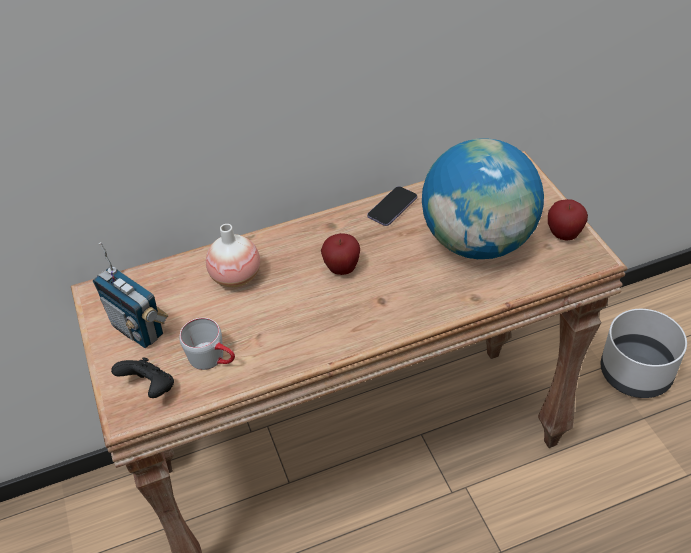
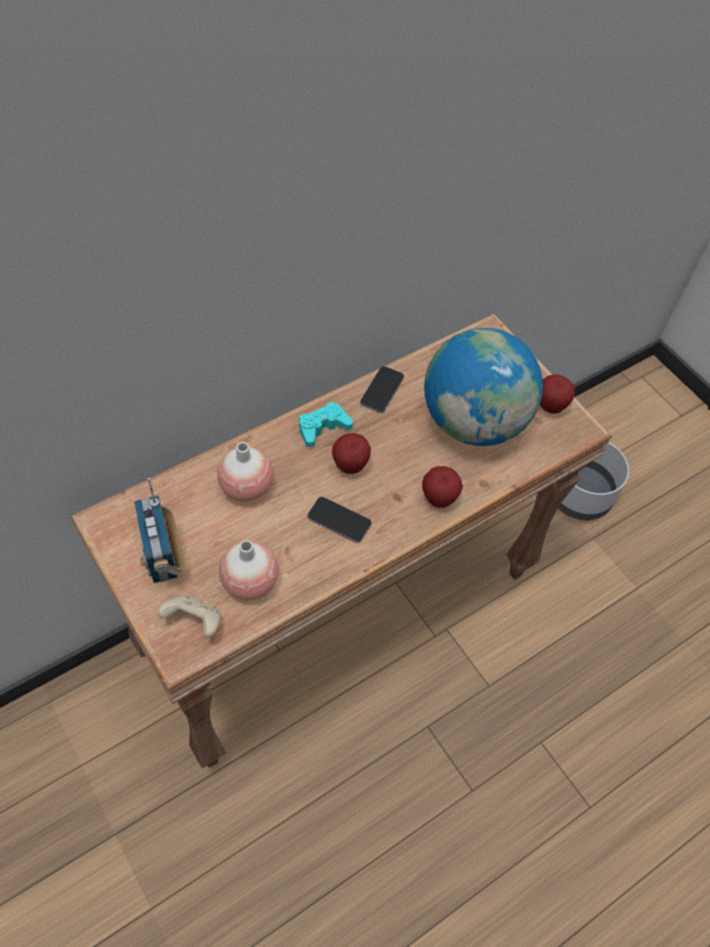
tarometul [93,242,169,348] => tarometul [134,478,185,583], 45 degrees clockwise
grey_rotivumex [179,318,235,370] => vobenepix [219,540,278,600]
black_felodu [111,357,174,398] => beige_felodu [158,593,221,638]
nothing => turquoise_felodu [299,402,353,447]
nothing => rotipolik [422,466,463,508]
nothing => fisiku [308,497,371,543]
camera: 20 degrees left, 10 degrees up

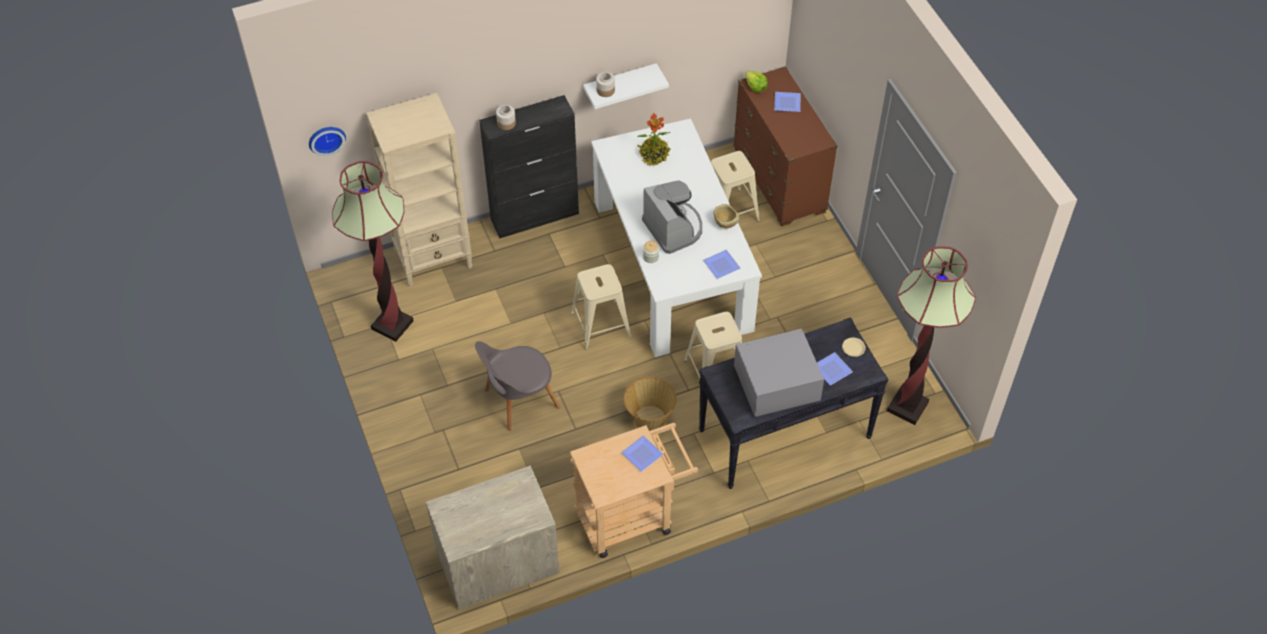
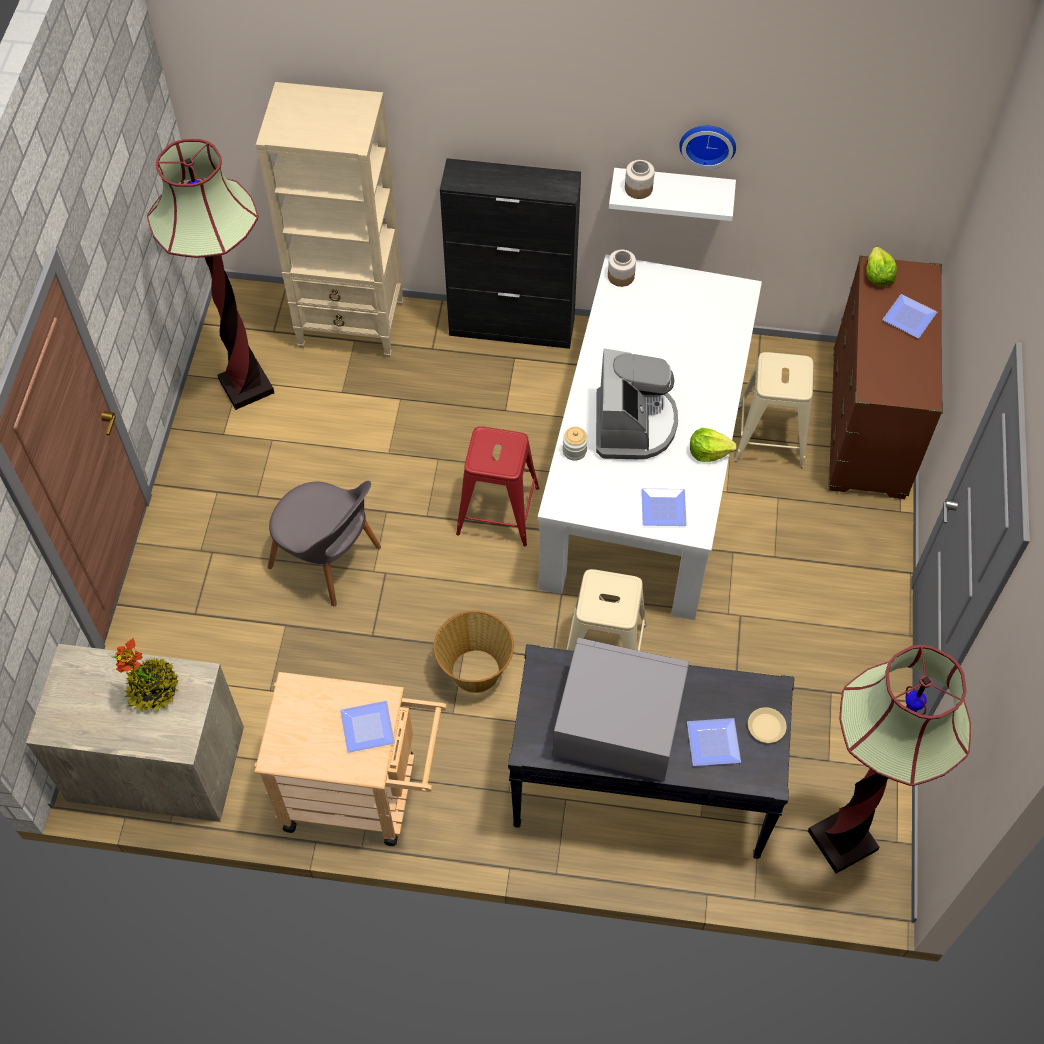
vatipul [496,105,516,130] => vatipul [608,250,636,287], shifted
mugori [637,112,671,166] => mugori [113,638,179,712], shifted
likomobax [309,127,346,156] => likomobax [679,126,736,169], shifted
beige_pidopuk [713,204,739,228] => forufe [690,428,737,462]
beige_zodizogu [571,264,631,350] => red_zodizogu [456,426,539,546]
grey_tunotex [475,341,560,431] => grey_tunotex [268,481,381,606], 150 degrees counterclockwise
camera: 30 degrees right, 5 degrees up

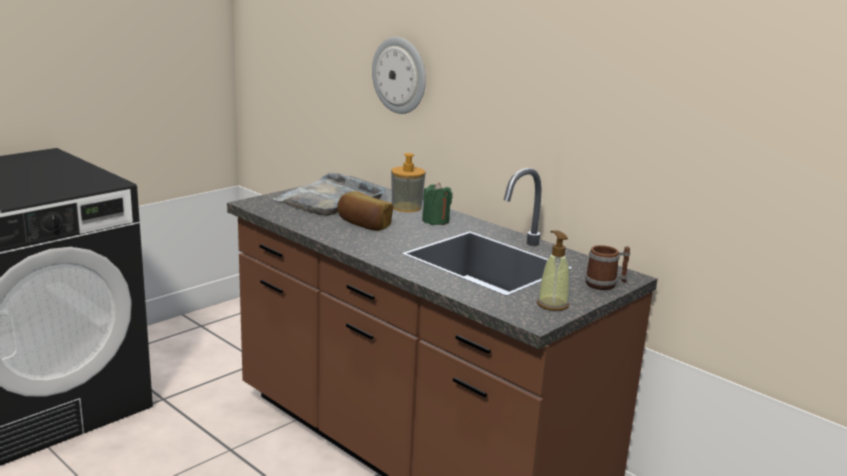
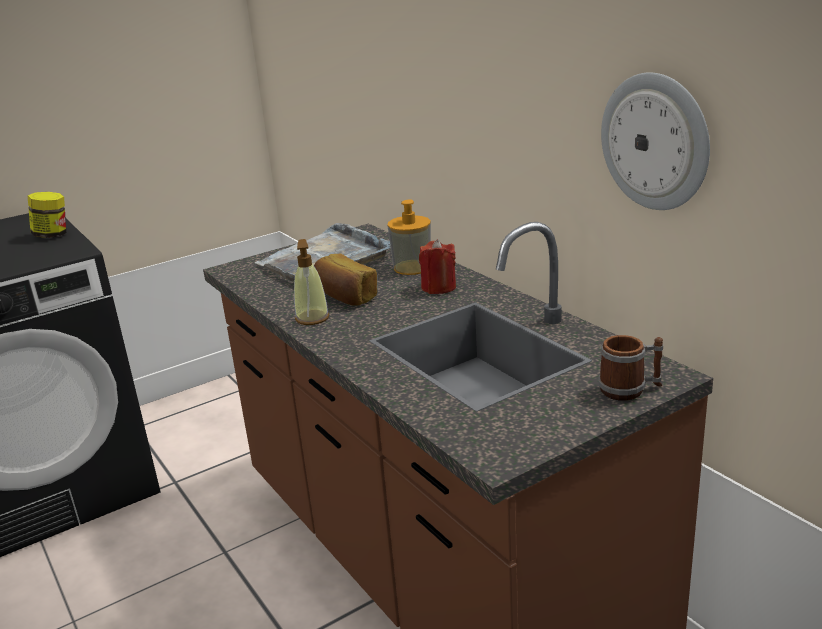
likomobax [372,37,426,114] => likomobax [601,72,710,210], shifted
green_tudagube [422,182,453,225] => red_tudagube [419,239,456,294]
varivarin [537,231,570,311] => varivarin [294,239,329,325], shifted
nothing => vatipul [28,192,66,238]
camera: 15 degrees right, 5 degrees up

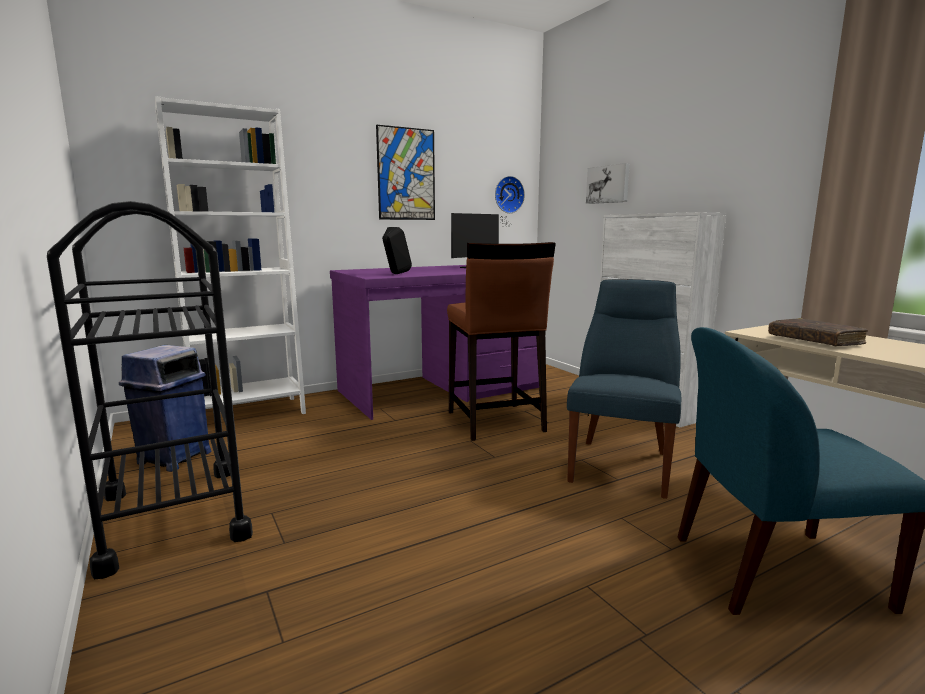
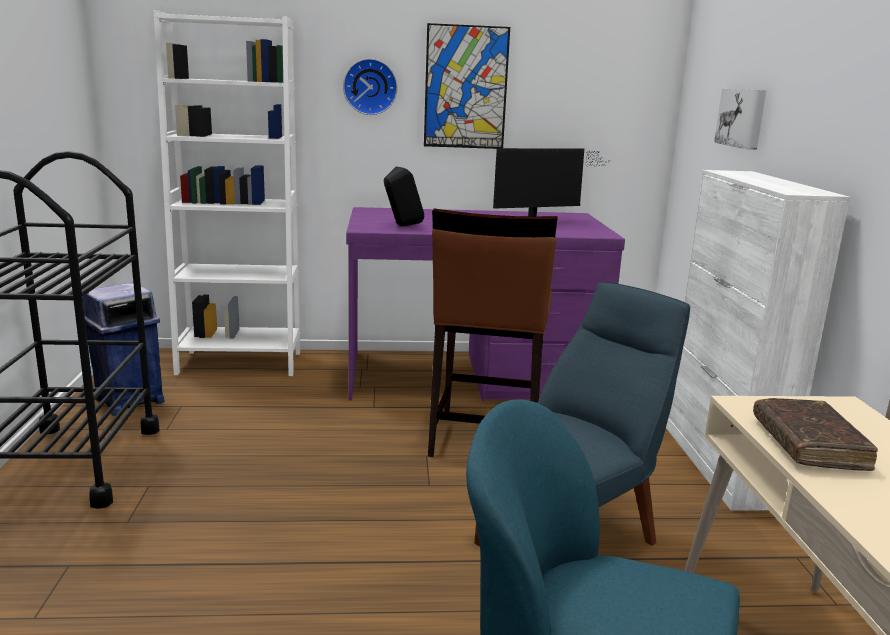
likomobax [495,176,525,213] => likomobax [343,58,397,115], shifted
camera: 25 degrees right, 5 degrees up

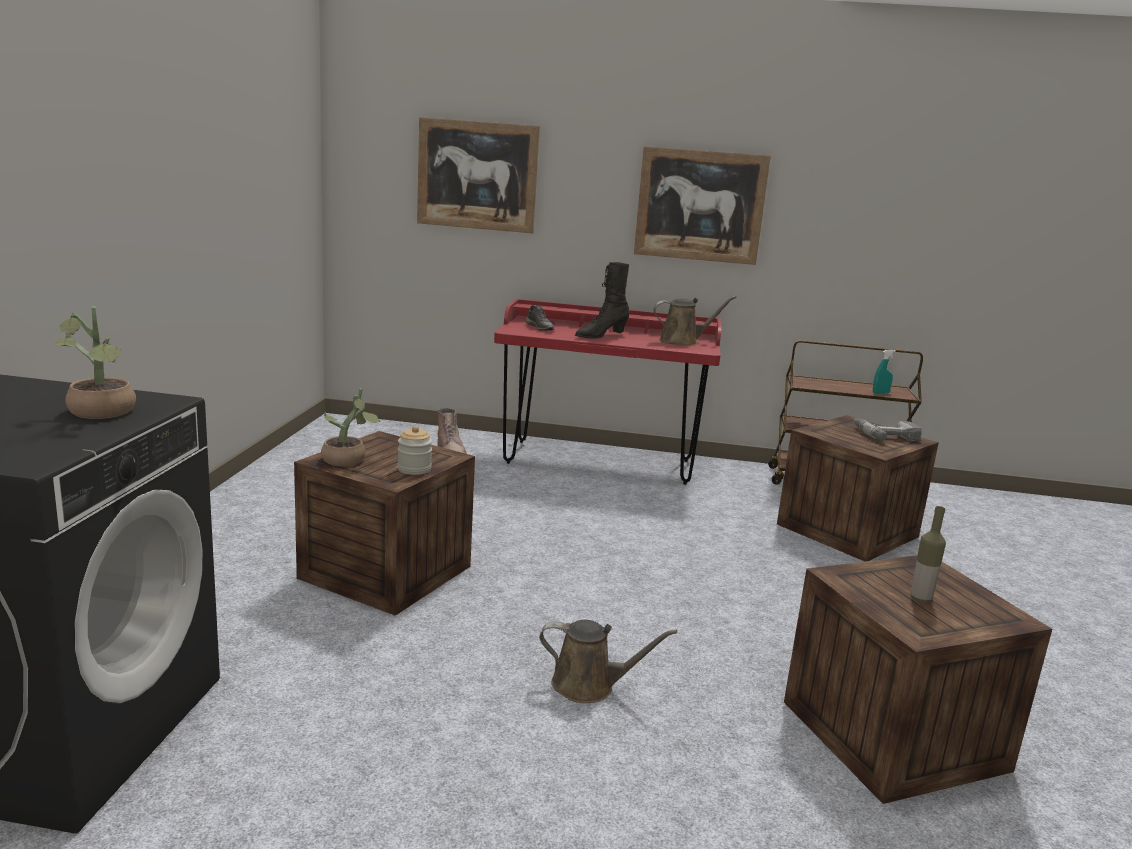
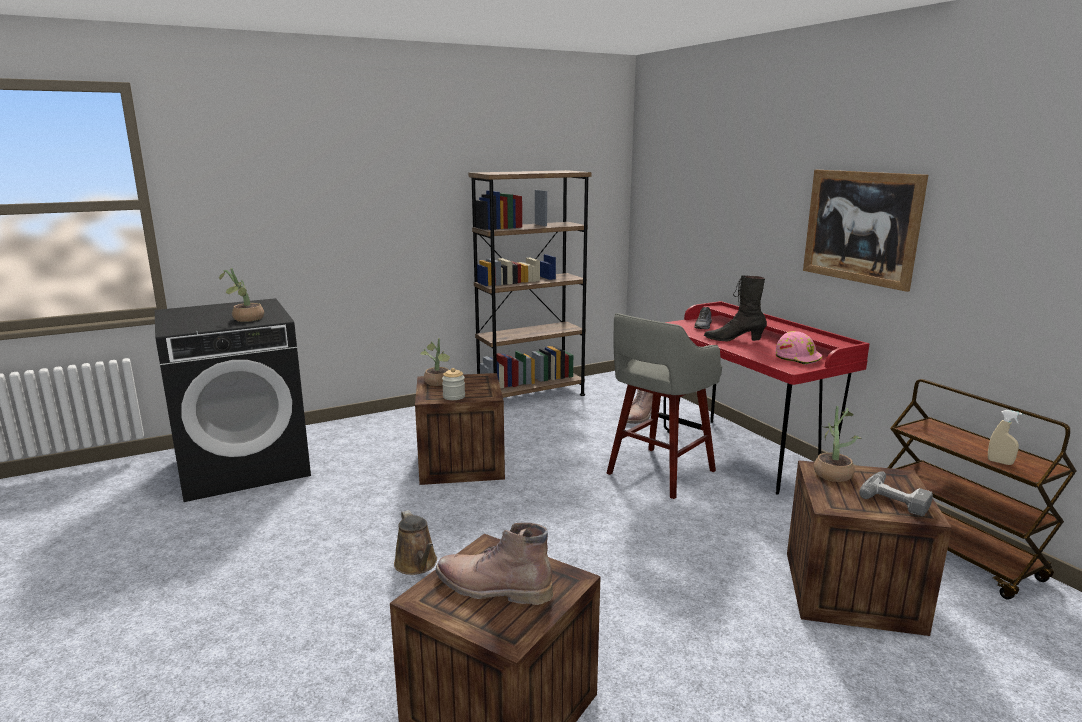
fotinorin [417,117,540,233] => nothing
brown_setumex [654,296,737,346] => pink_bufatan [775,331,823,365]
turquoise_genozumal [873,350,896,394] => beige_genozumal [988,410,1022,465]
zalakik [911,506,946,603] => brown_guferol [436,523,553,605]
nothing => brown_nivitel [469,170,592,398]
nothing => grey_zodizogu [607,313,722,499]
nothing => mugori [814,406,862,482]
camera: 55 degrees right, 0 degrees up

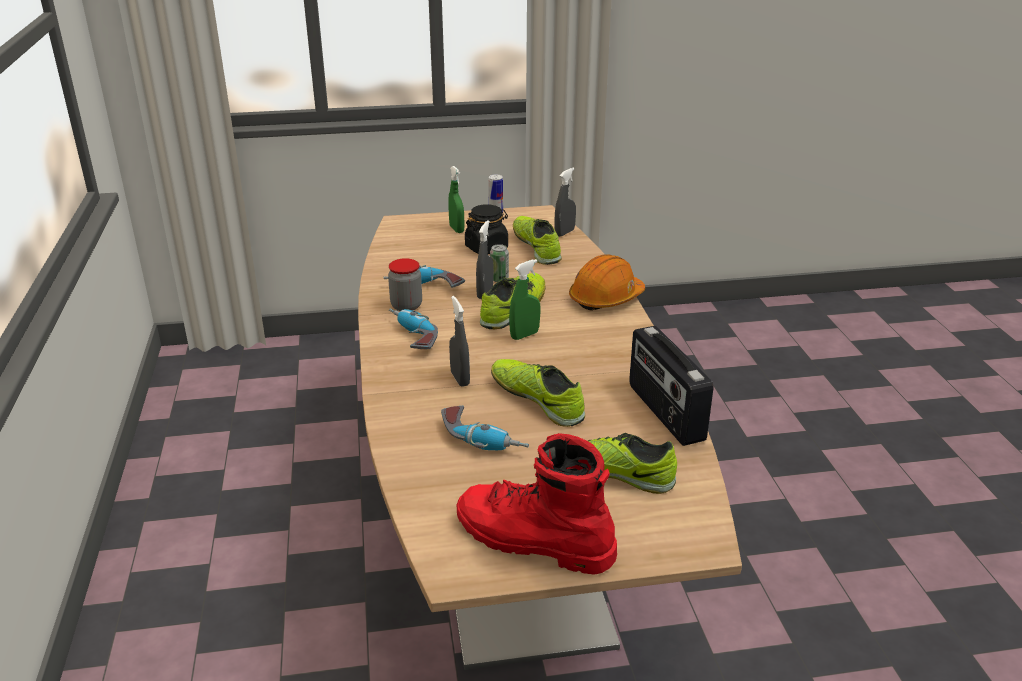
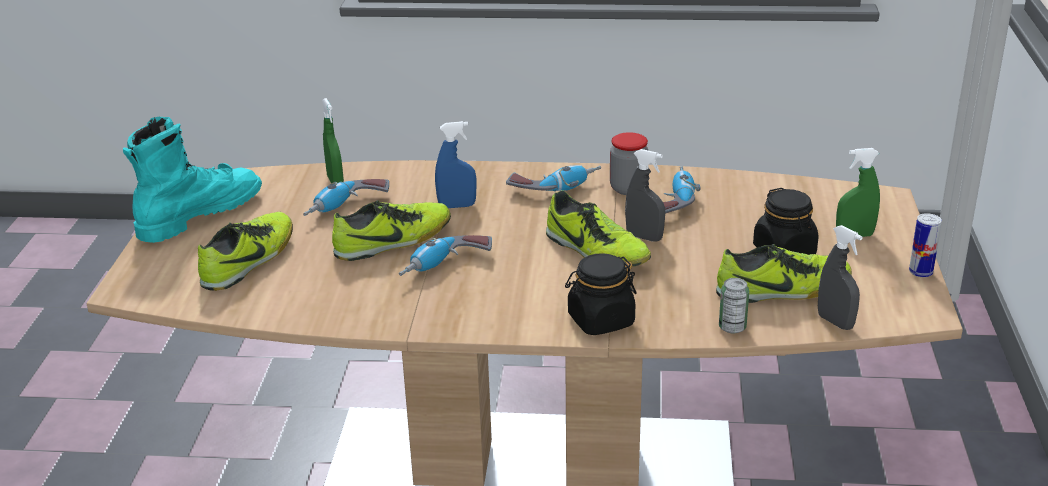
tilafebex [490,244,509,282] => tilafebex [719,278,749,334], shifted
orange_bufatan [569,254,645,311] => black_vatipul [565,253,637,335]
green_genozumal [509,259,540,340] => green_genozumal [322,98,344,183], shifted
grey_genozumal [449,296,470,387] => blue_genozumal [435,121,476,208]
tarometul [629,326,713,446] => nothing
red_guferol [457,433,617,575] => turquoise_guferol [123,117,262,243]
nothing => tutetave [399,235,492,276]
camera: 105 degrees right, 0 degrees up

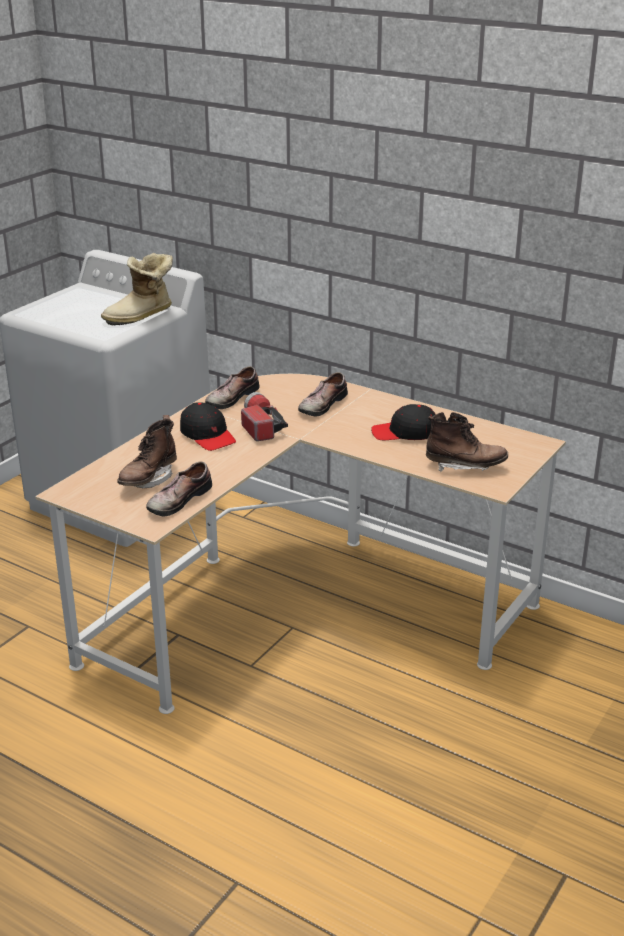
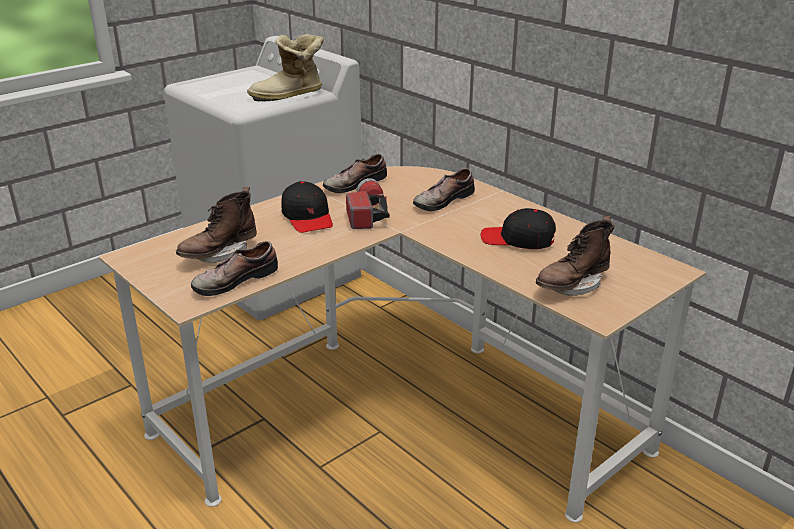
brown_guferol [426,412,508,472] => brown_guferol [536,216,615,296], 120 degrees clockwise
camera: 15 degrees right, 0 degrees up

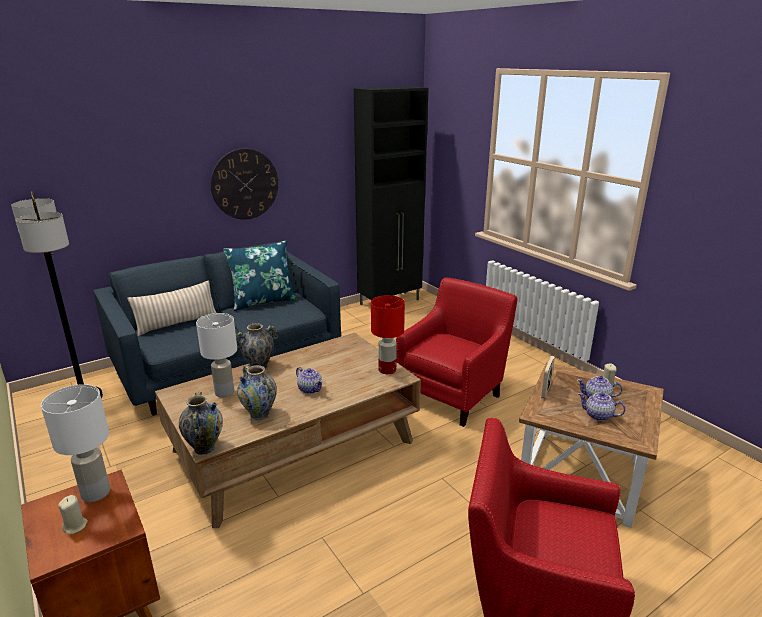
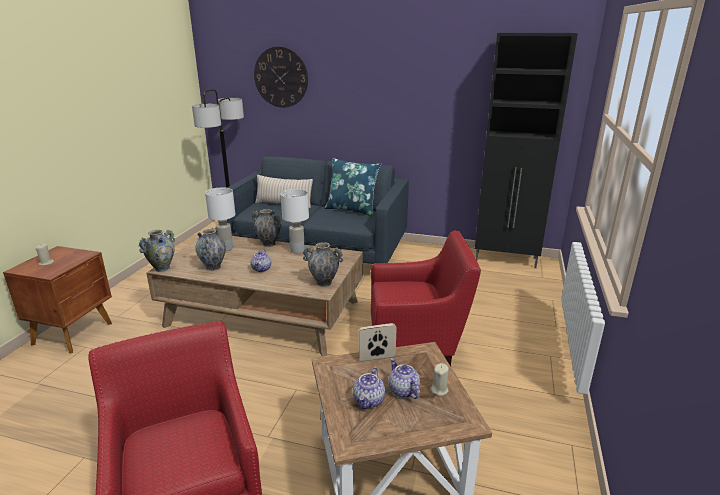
likomobax [211,149,278,220] => likomobax [254,46,308,108], shifted
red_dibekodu [371,295,405,374] => vobenepix [303,242,343,287]
white_dibekodu [41,384,110,502] => white_dibekodu [281,189,309,253], shifted
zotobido [578,392,626,421] => zotobido [353,367,385,409], 150 degrees counterclockwise
camera: 50 degrees right, 0 degrees up

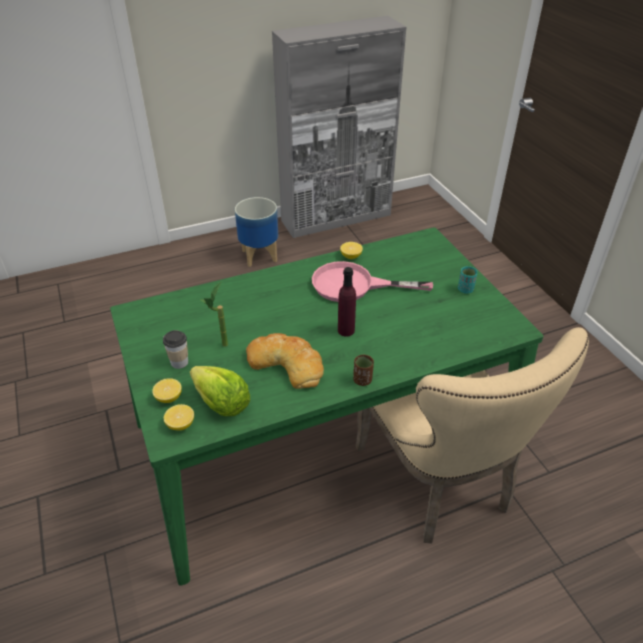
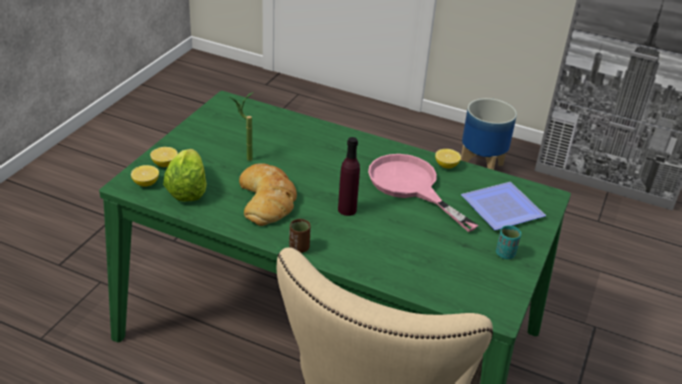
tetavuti [163,330,188,369] => nothing
nothing => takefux [461,182,546,230]
camera: 45 degrees right, 5 degrees down

